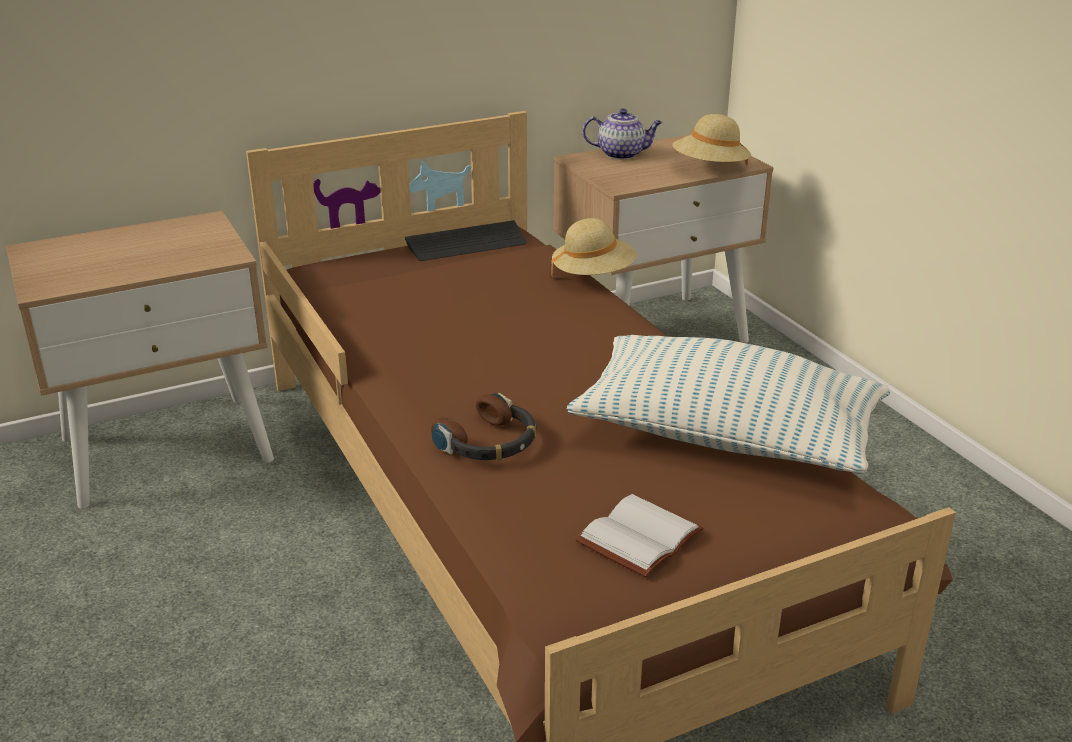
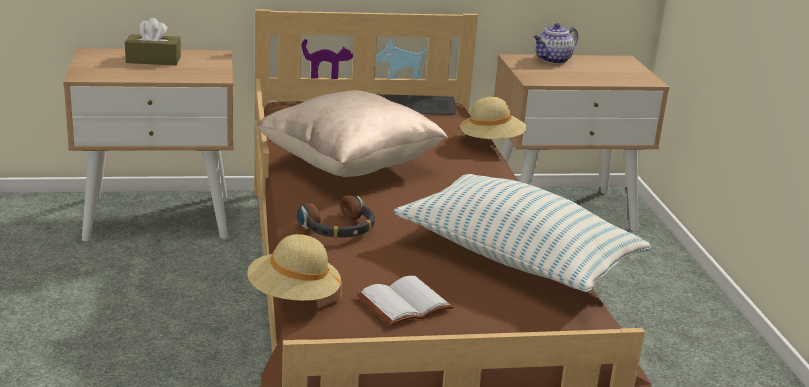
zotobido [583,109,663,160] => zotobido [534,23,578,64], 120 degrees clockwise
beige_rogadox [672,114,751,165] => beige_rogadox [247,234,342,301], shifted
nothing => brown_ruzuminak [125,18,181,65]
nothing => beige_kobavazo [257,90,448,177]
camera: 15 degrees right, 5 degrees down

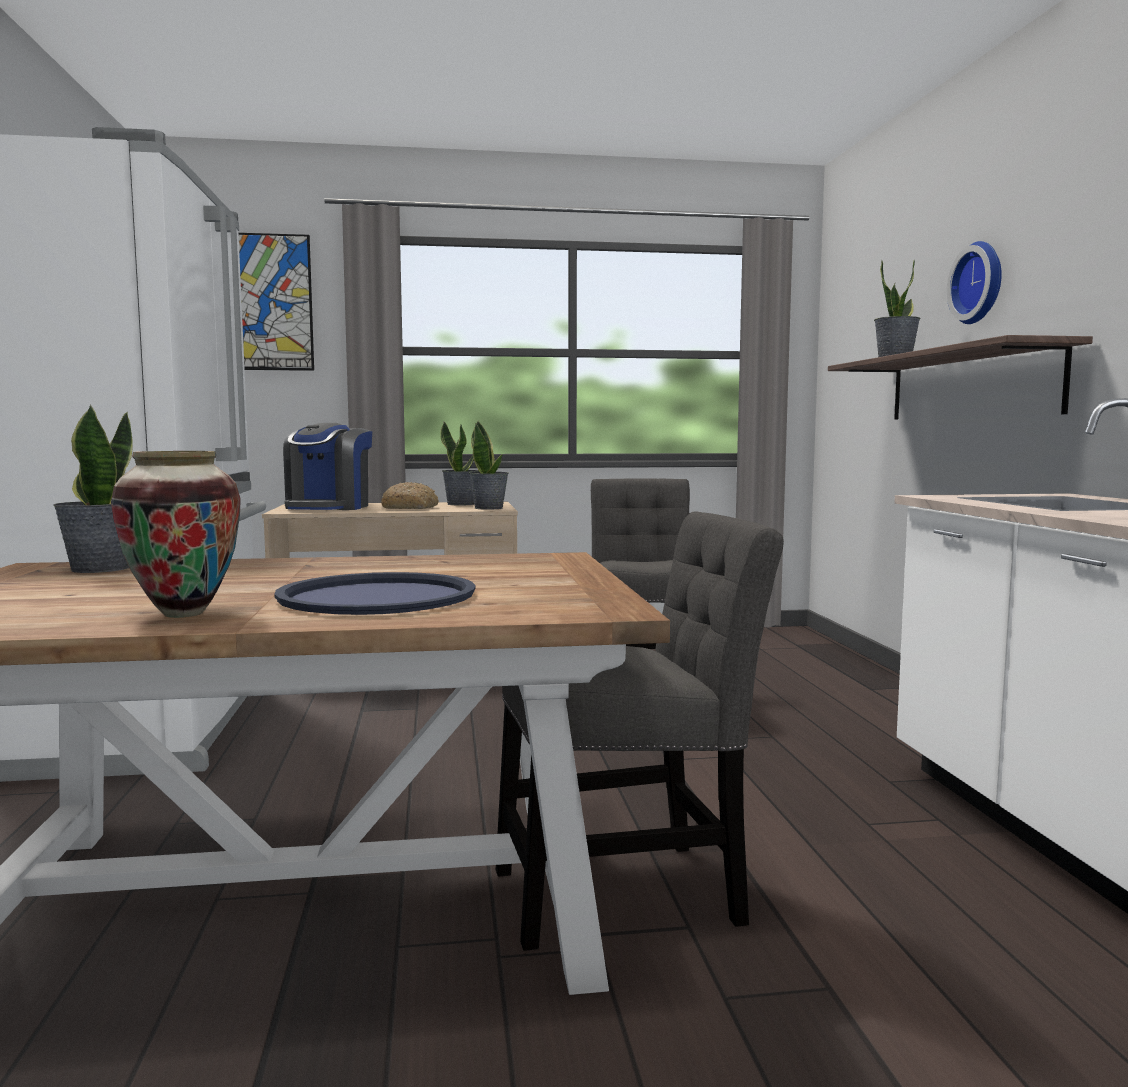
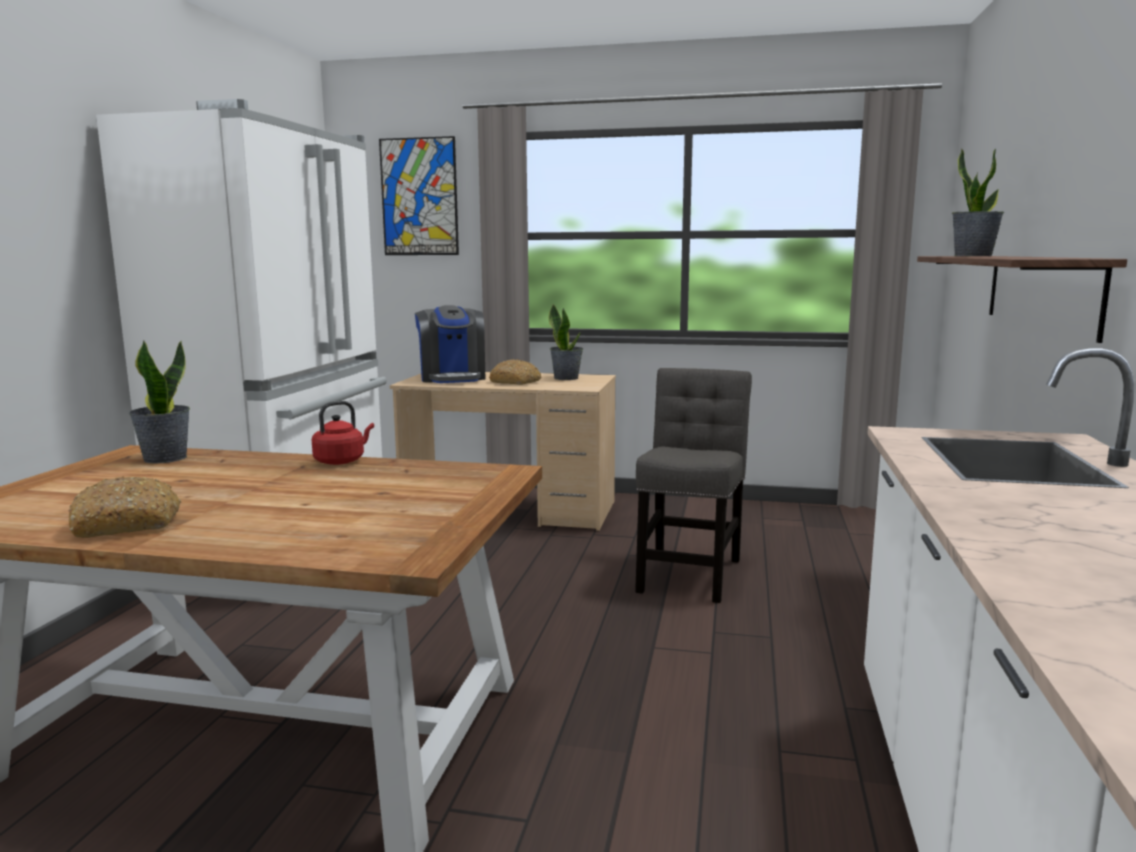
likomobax [947,241,1002,324] => nothing
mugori [469,421,508,510] => nothing
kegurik [283,423,372,510] => kegurik [415,305,485,383], 45 degrees counterclockwise
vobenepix [111,451,241,618] => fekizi [69,477,182,538]
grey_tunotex [496,511,784,951] => nothing
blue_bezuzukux [275,572,476,615] => nothing
nothing => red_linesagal [312,401,374,465]
camera: 20 degrees right, 5 degrees up

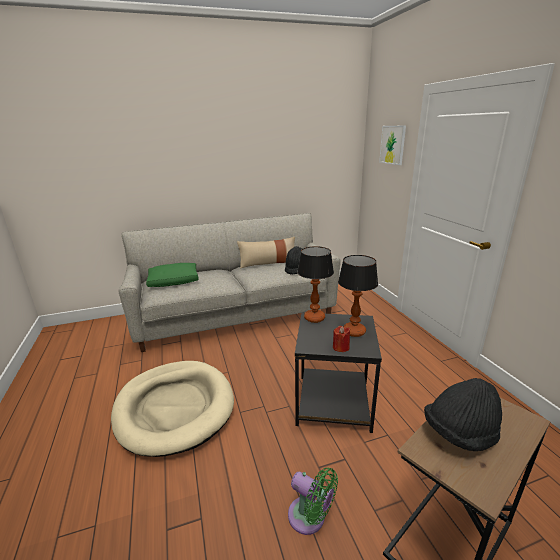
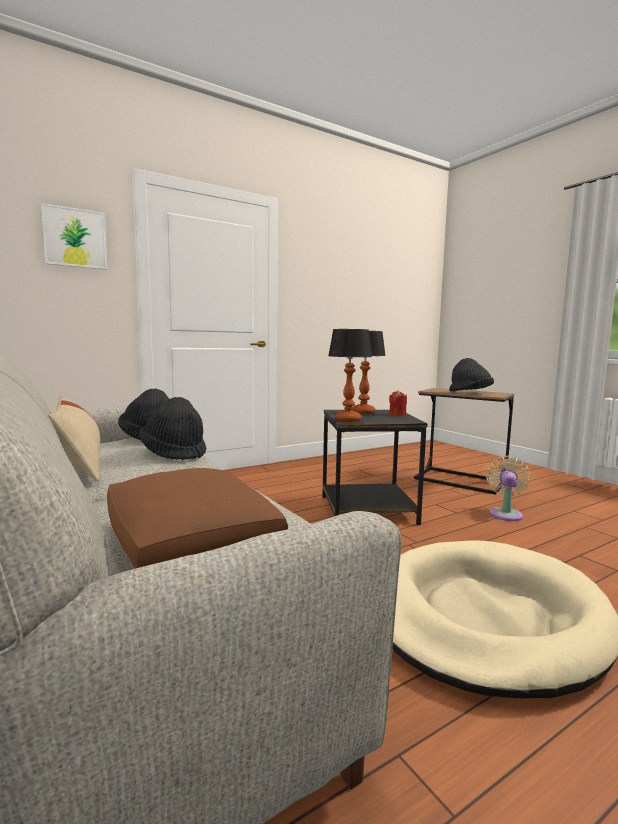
green_kobavazo [146,263,199,287] => brown_kobavazo [107,468,288,569]
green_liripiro [288,468,338,535] => beige_liripiro [486,456,531,521]
nothing => black_rogadox [139,397,206,460]
camera: 105 degrees left, 15 degrees down

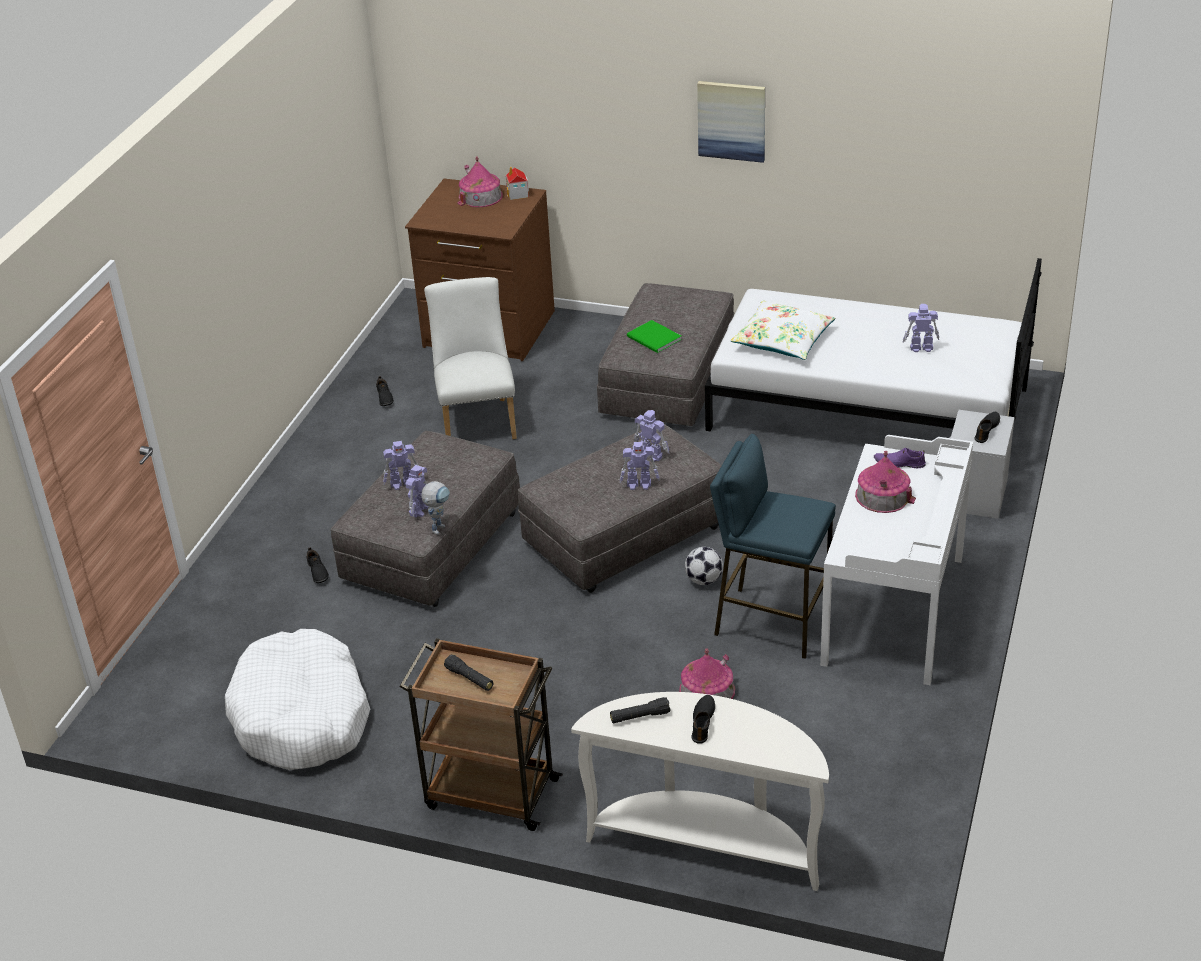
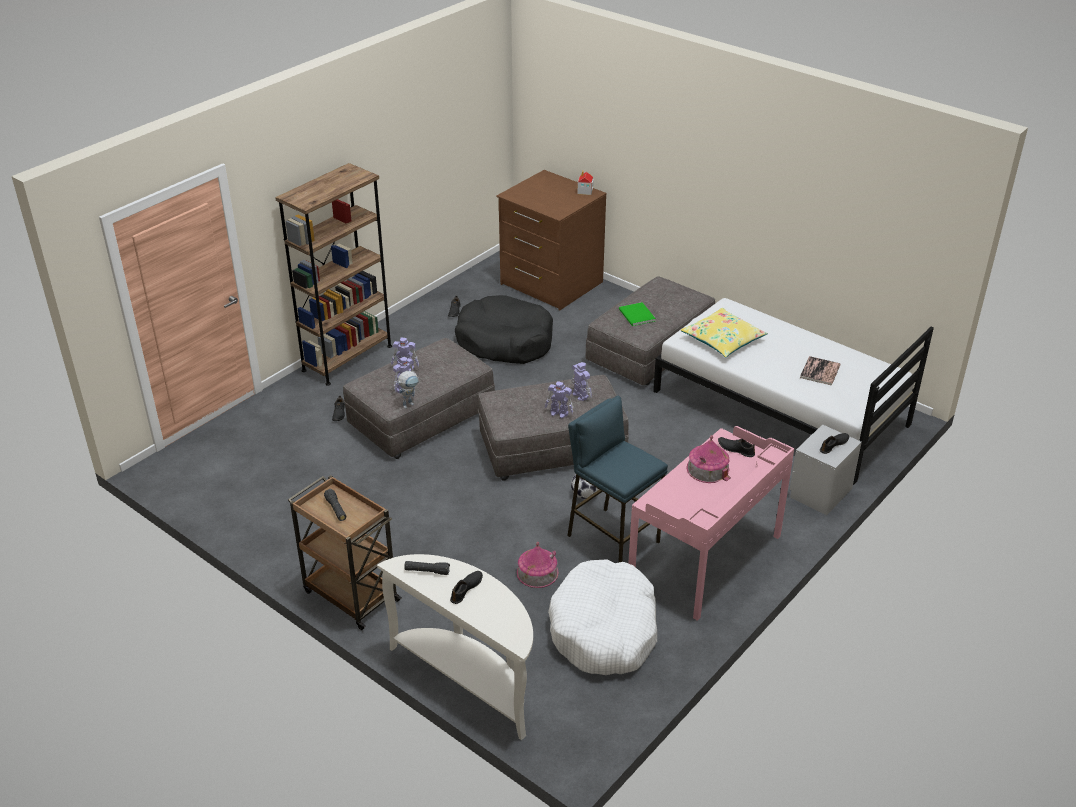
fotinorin [697,81,765,163] => nothing
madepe [457,156,503,208] => nothing
white_tunotex [424,277,517,439] => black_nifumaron [455,295,553,364]
white_kobavazo [731,300,835,360] => yellow_kobavazo [681,308,768,358]
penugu [903,304,939,352] => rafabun [800,356,841,385]
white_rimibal [820,435,973,685] => pink_rimibal [628,426,794,621]
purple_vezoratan [874,448,926,468] => black_vezoratan [718,437,755,457]
white_nifumaron [225,629,370,770] => white_nifumaron [548,559,657,675], shifted
nothing => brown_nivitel [275,163,392,385]
camera: 20 degrees right, 0 degrees up

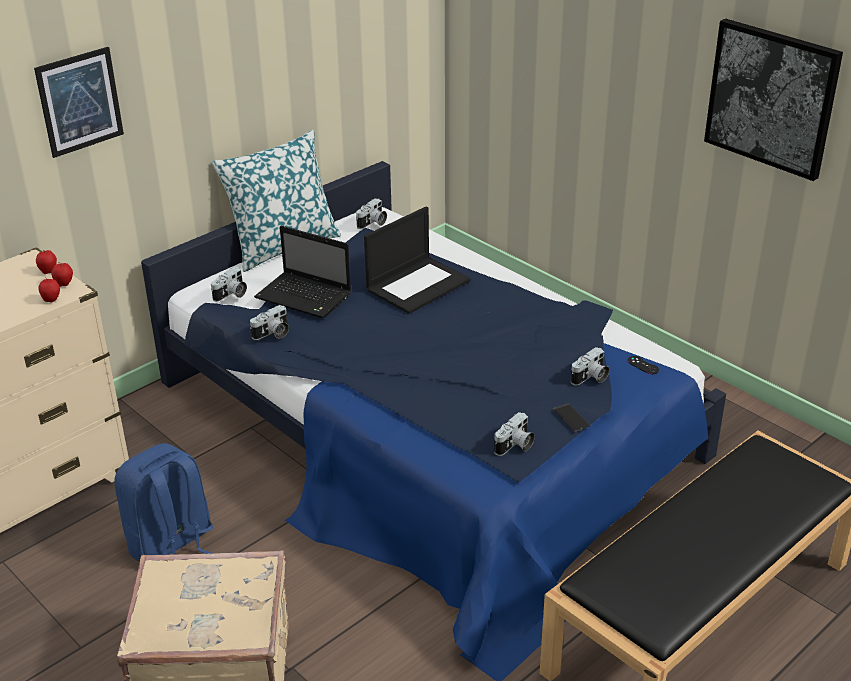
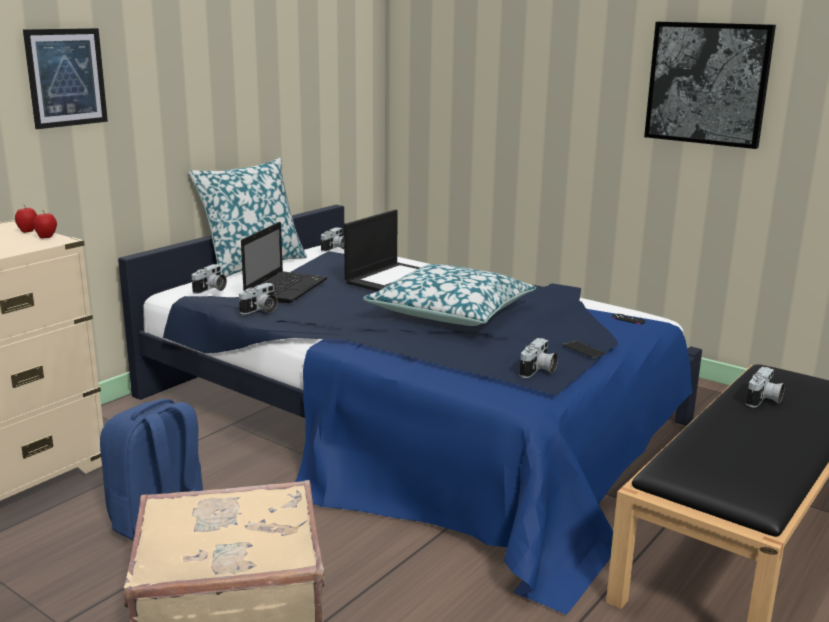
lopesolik [254,226,351,318] => lopesolik [241,222,328,303], 90 degrees counterclockwise
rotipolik [38,277,60,302] => nothing
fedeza [571,347,609,385] => fedeza [746,367,785,407], shifted
nothing => kobavazo [363,264,536,326]
camera: 10 degrees left, 15 degrees down

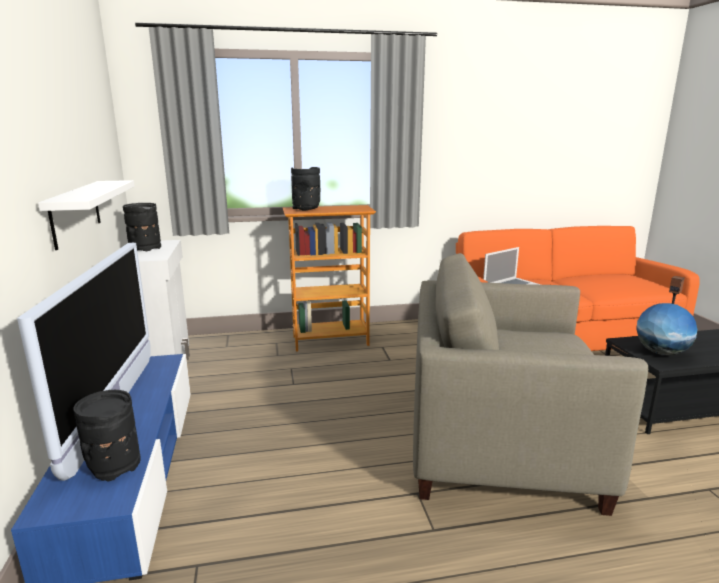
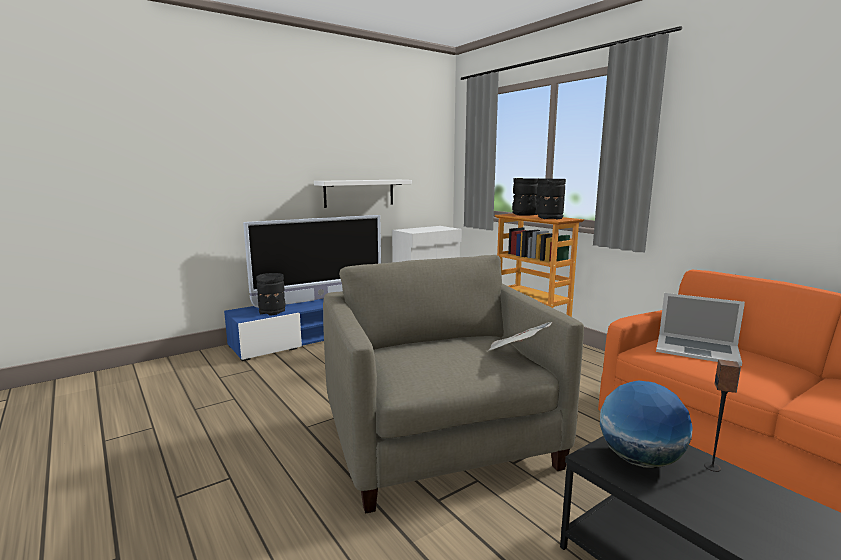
black_vobenepix [123,203,161,251] => black_vobenepix [536,179,566,219], shifted
nothing => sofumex [488,322,552,351]
camera: 65 degrees right, 5 degrees down

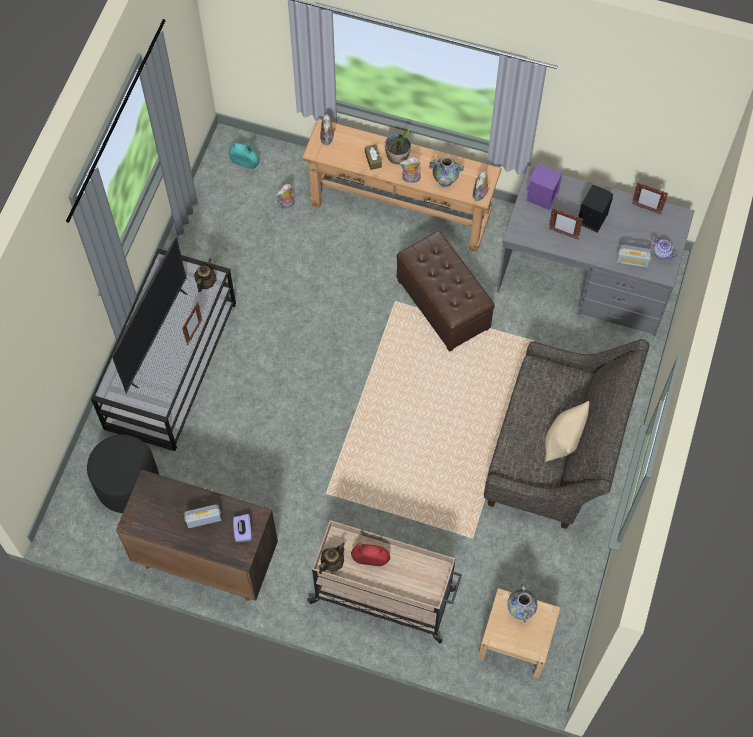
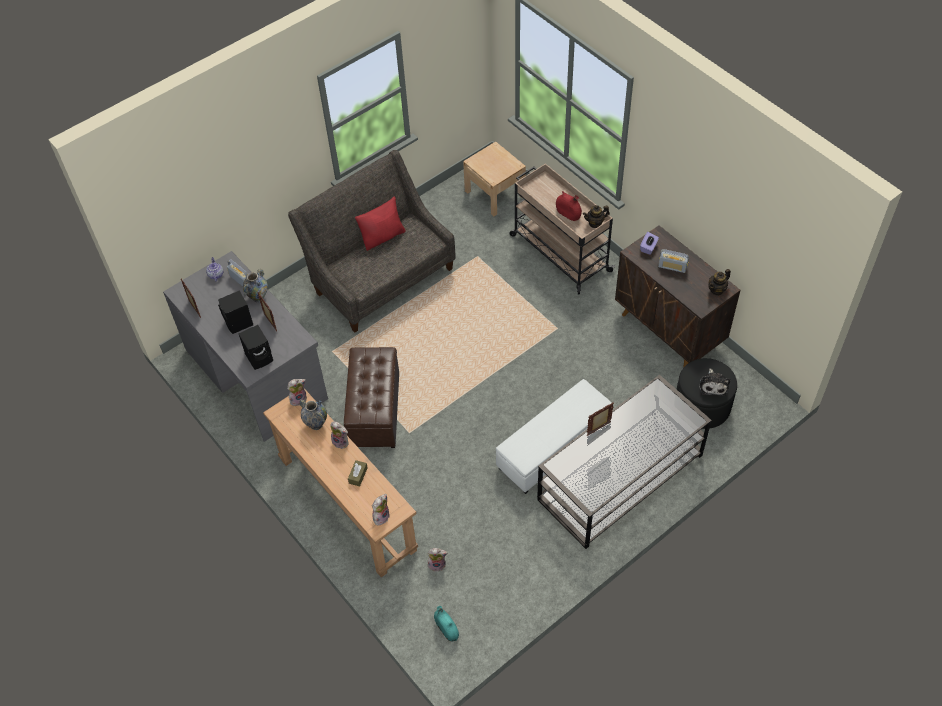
mugori [385,128,411,165] => nothing
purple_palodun [527,163,562,210] => black_palodun [239,325,273,370]
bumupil [112,237,187,393] => nothing
zotobido [194,259,217,292] => zotobido [708,269,731,296], shifted
beige_kobavazo [545,401,589,462] => red_kobavazo [355,196,405,251]
vobenepix [507,583,537,623] => vobenepix [243,269,268,303], shifted
nothing => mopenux [699,368,730,396]
nothing => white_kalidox [496,379,612,494]
camera: 145 degrees left, 10 degrees down

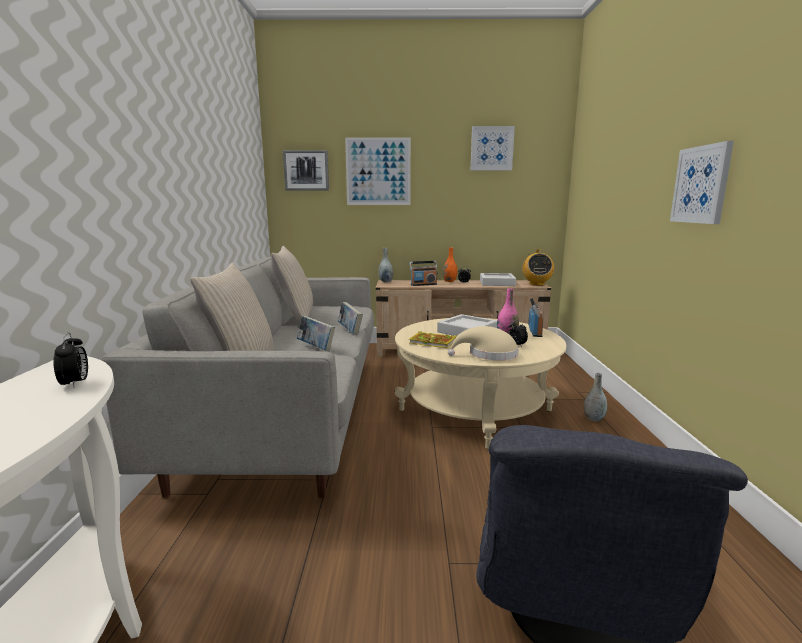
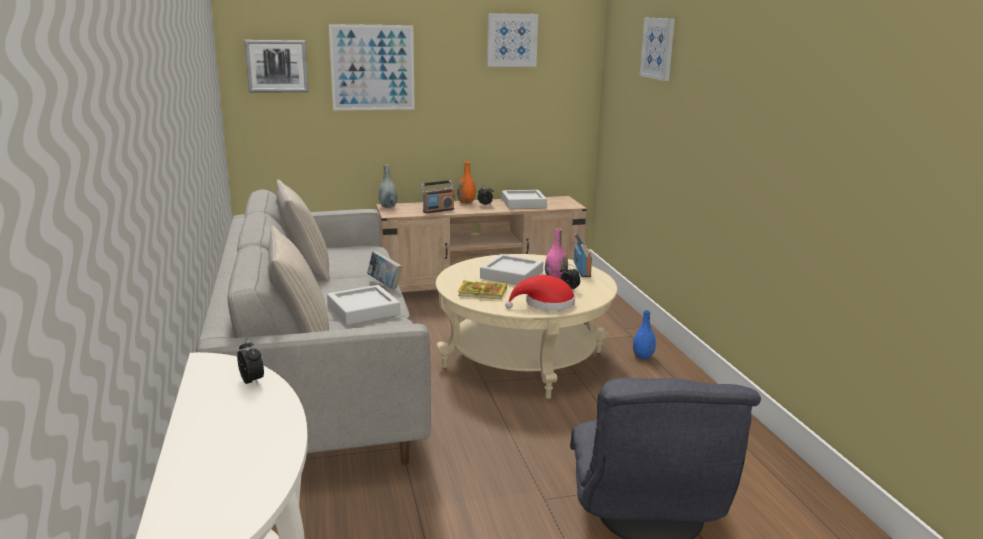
fotinorin [670,141,734,224] => fotinorin [640,18,675,81], shifted
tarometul [522,249,554,286] => nothing
rafabun [297,316,335,351] => grey_bezuzukux [327,285,400,325]
beige_rogadox [448,326,519,360] => red_rogadox [505,275,575,311]
grey_vobenepix [584,373,607,422] => blue_vobenepix [633,310,656,359]
camera: 15 degrees left, 5 degrees up

